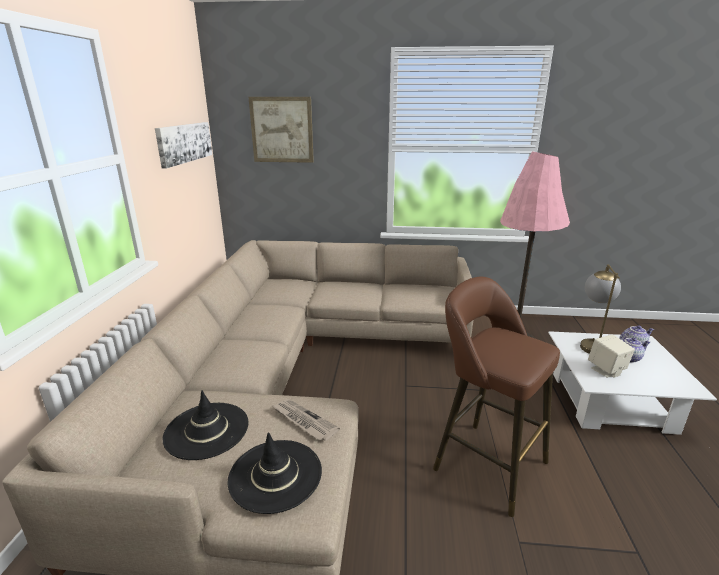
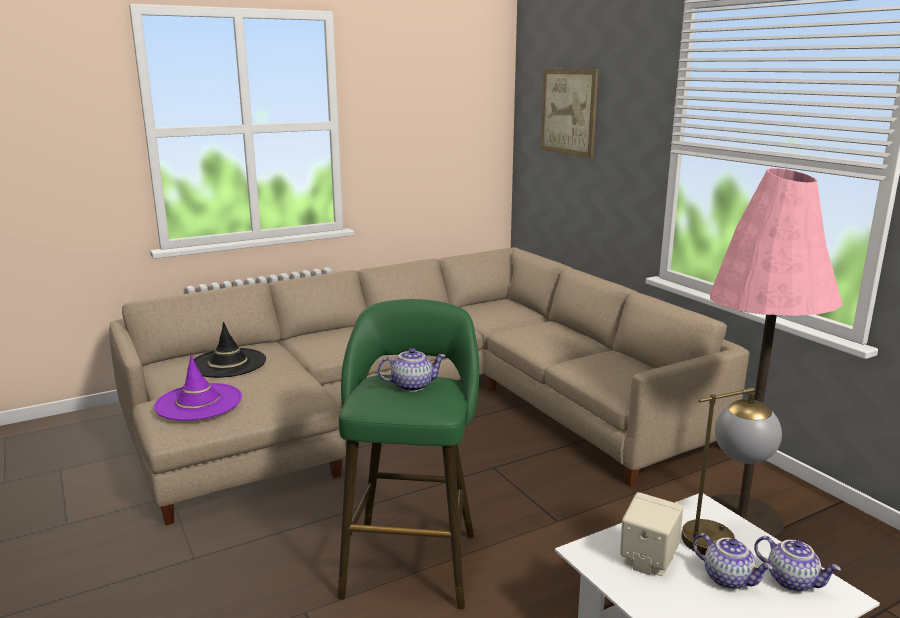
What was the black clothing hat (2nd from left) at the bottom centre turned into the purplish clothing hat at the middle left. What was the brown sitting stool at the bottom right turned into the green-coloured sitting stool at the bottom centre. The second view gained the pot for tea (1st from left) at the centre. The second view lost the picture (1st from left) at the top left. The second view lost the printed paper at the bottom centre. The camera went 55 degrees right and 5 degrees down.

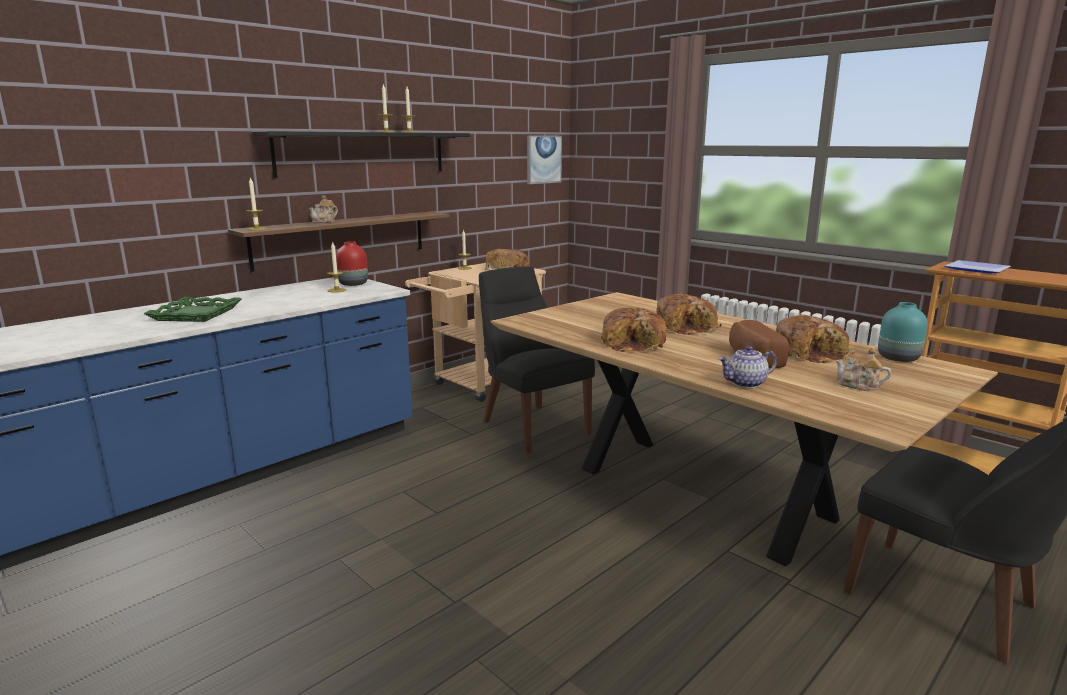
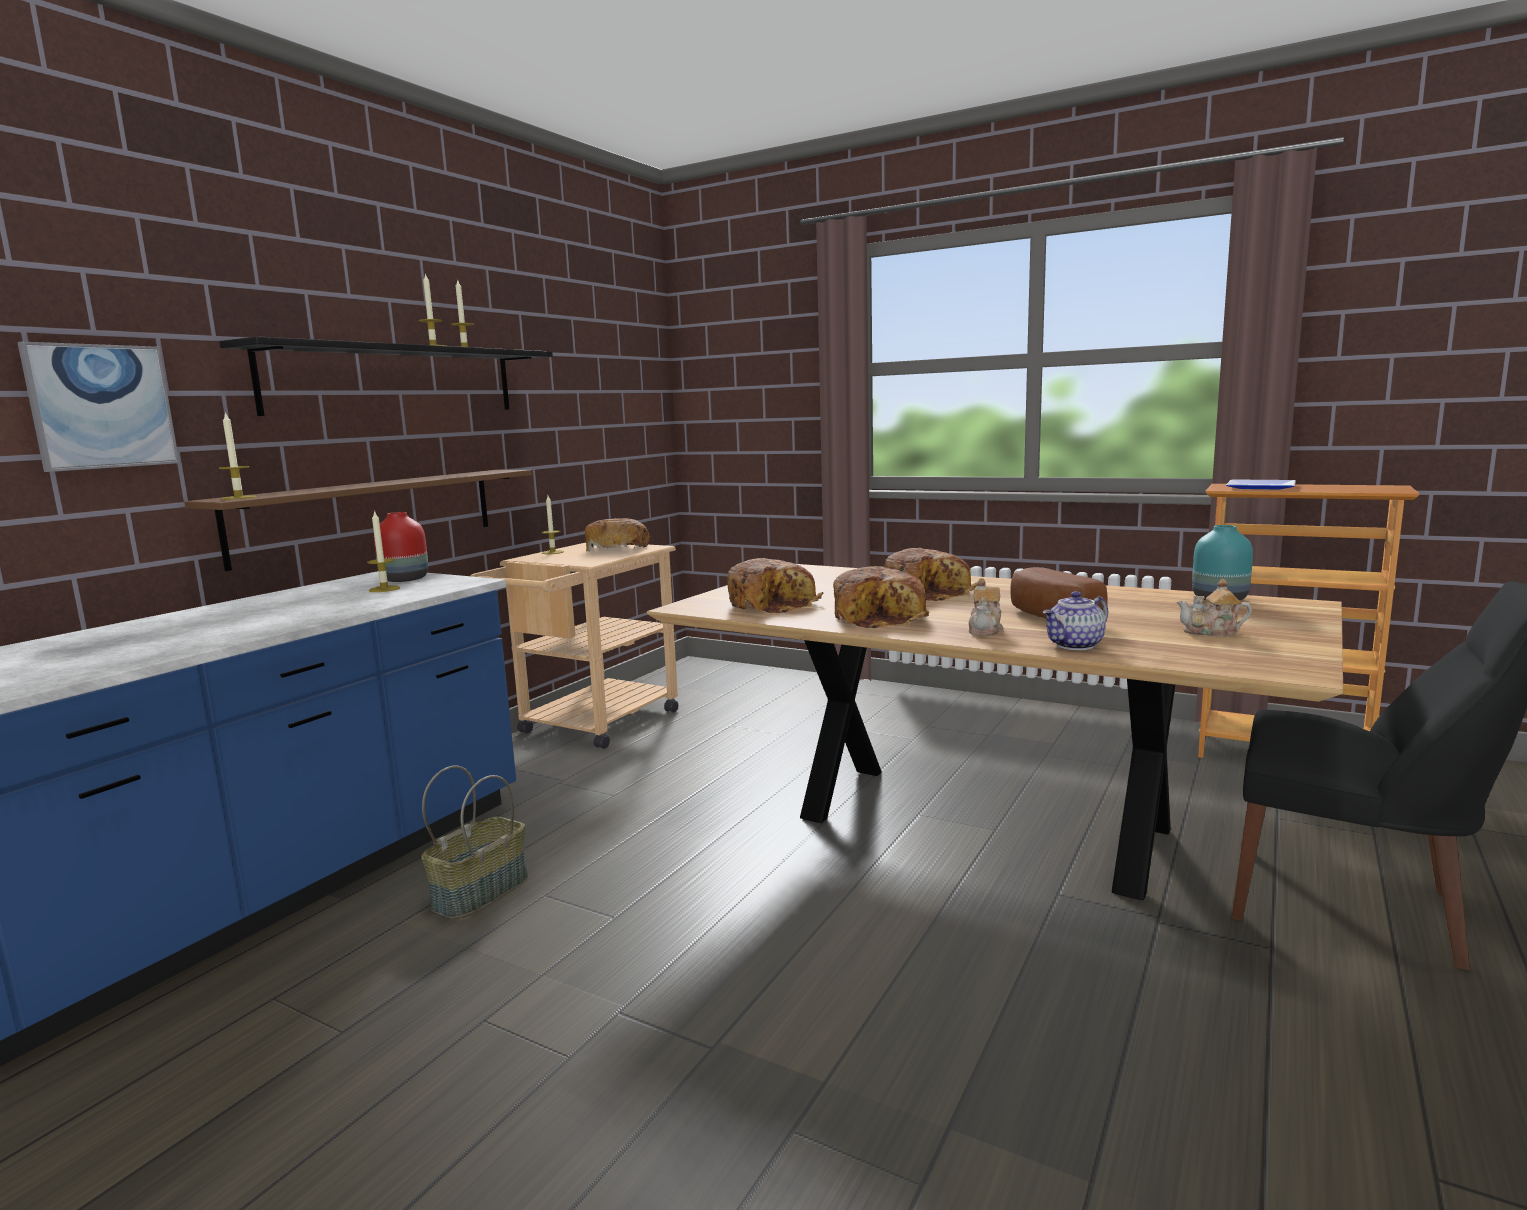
The picture ended up elsewhere, having gone from the top centre to the middle left. The second view gained the storage basket at the bottom left. The baked bread (5th from left in the first image) ended up elsewhere, having gone from the middle right to the centre. The pot for tea (1st from left) ended up elsewhere, having gone from the top left to the centre. The second view lost the green-coloured tray at the middle left. The second view lost the black chair (1st from left) at the centre. The camera went 15 degrees left and 5 degrees down.

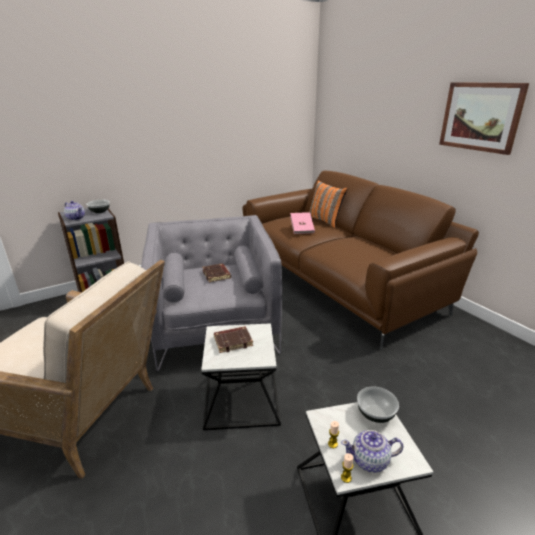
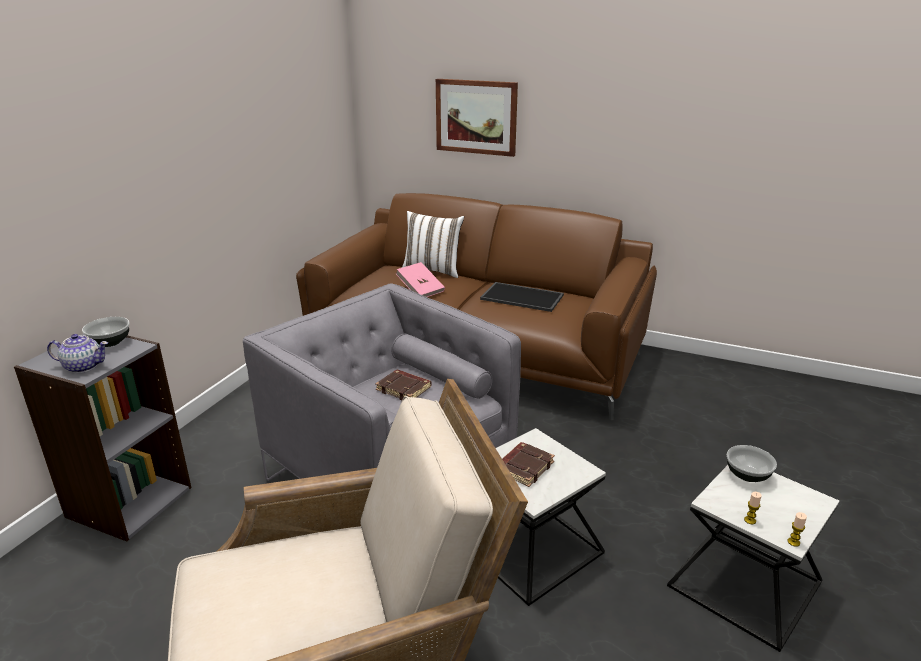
What was the orange-coloured pillow at the centre turned into the white-coloured pillow at the centre. The picture ended up elsewhere, having gone from the top right to the top centre. The second view gained the tray at the centre. The second view lost the pot for tea (2nd from left) at the bottom right. The camera went 35 degrees left and 0 degrees up.

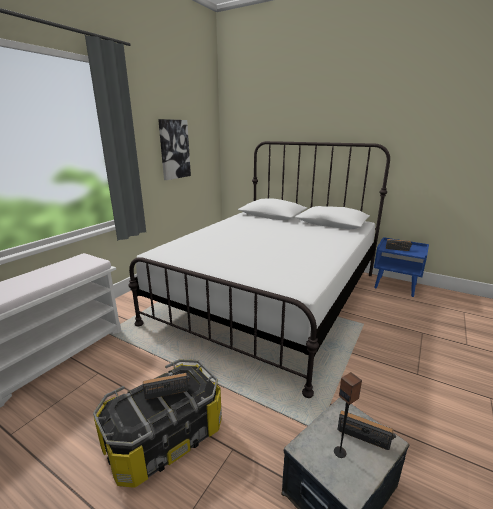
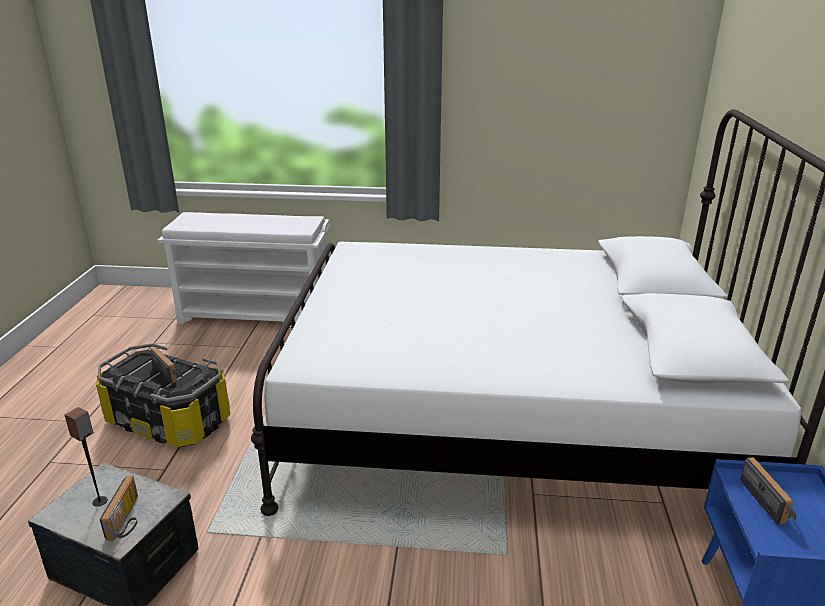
The second view lost the picture at the top centre. The camera went 65 degrees right and 5 degrees up.

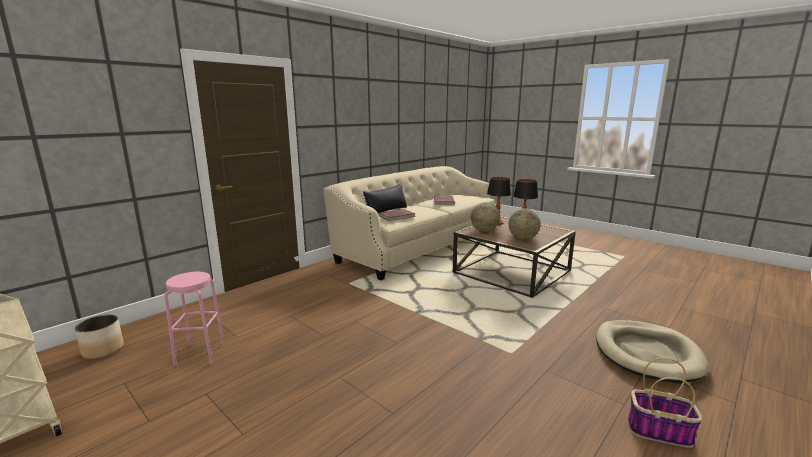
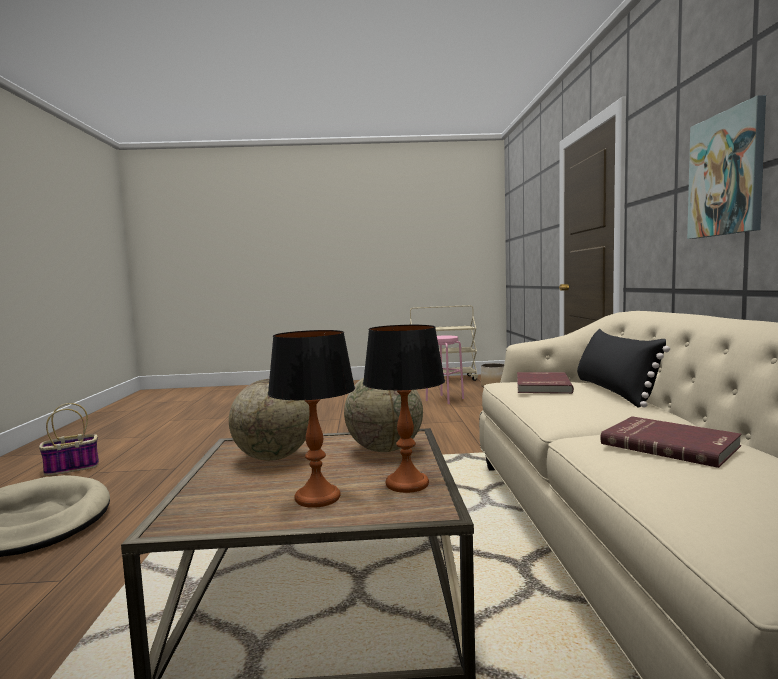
The second view gained the picture at the top right. The camera went 135 degrees right and 10 degrees down.

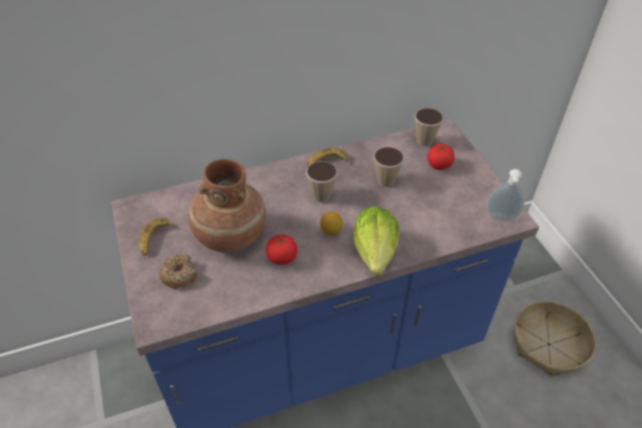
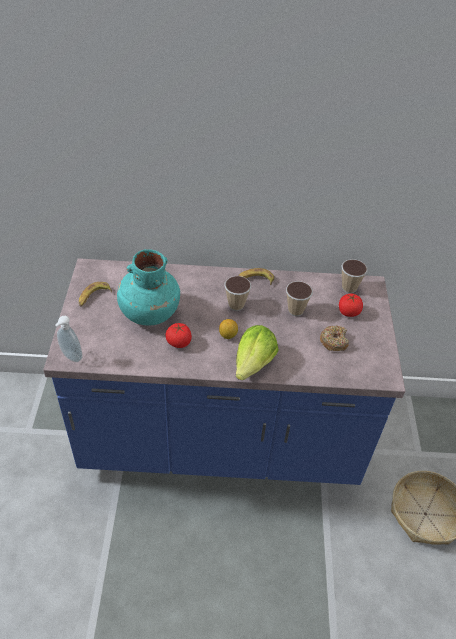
The liquid soap bottle ended up elsewhere, having gone from the middle right to the middle left. What was the brown vase at the centre turned into the turquoise vase at the middle left. The doughnut ended up elsewhere, having gone from the middle left to the middle right. The camera went 20 degrees right and 0 degrees up.

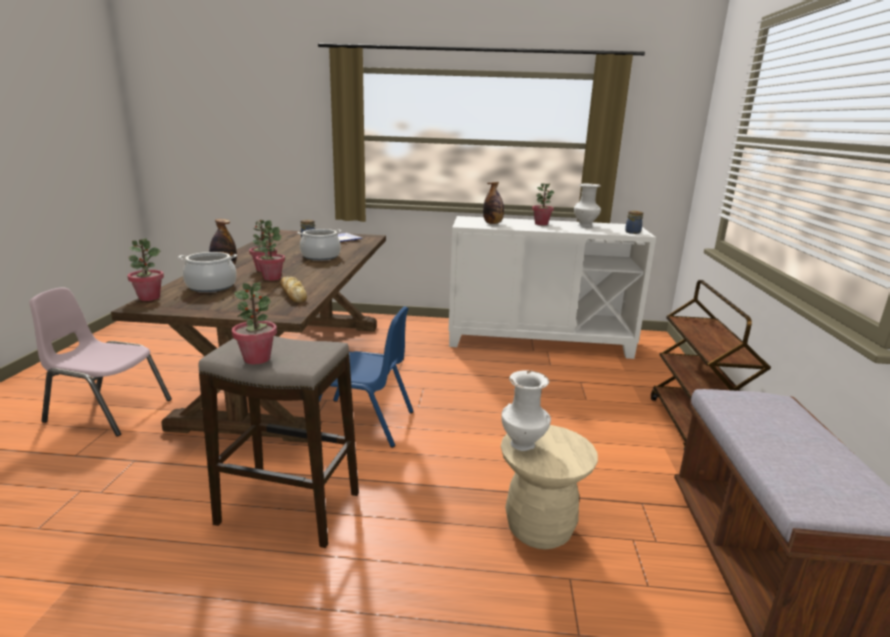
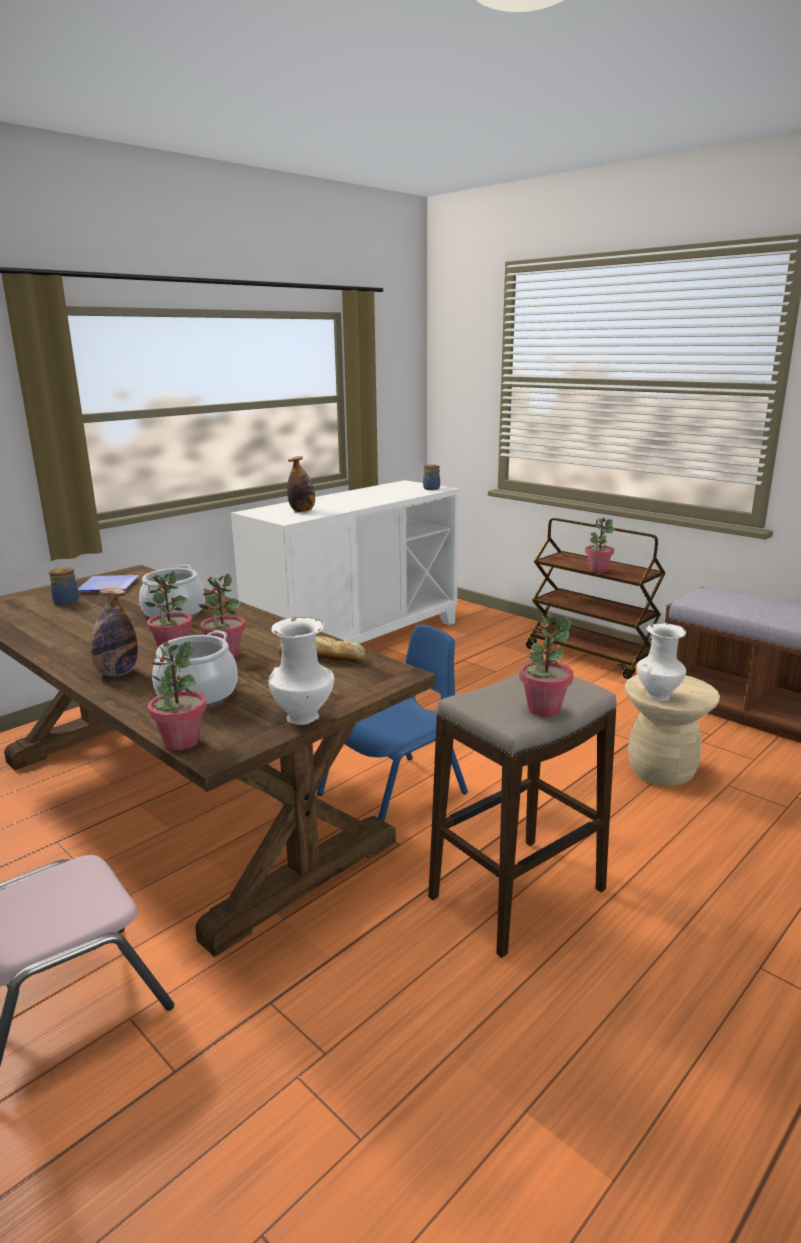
The white-coloured vase (2nd from left in the first image) ended up elsewhere, having gone from the top centre to the centre. The houseplant (5th from left) ended up elsewhere, having gone from the top centre to the middle right. The camera went 50 degrees left and 0 degrees up.

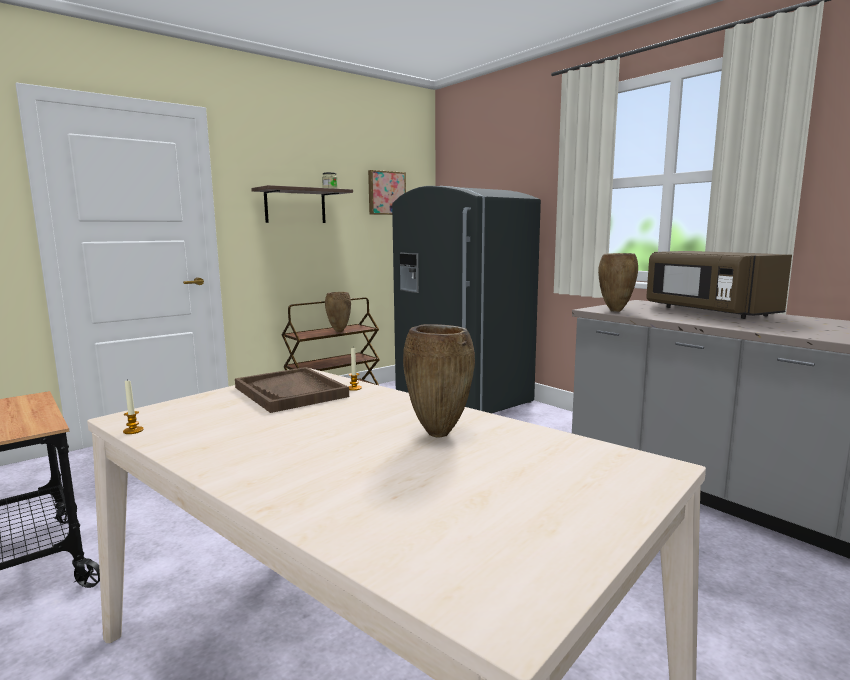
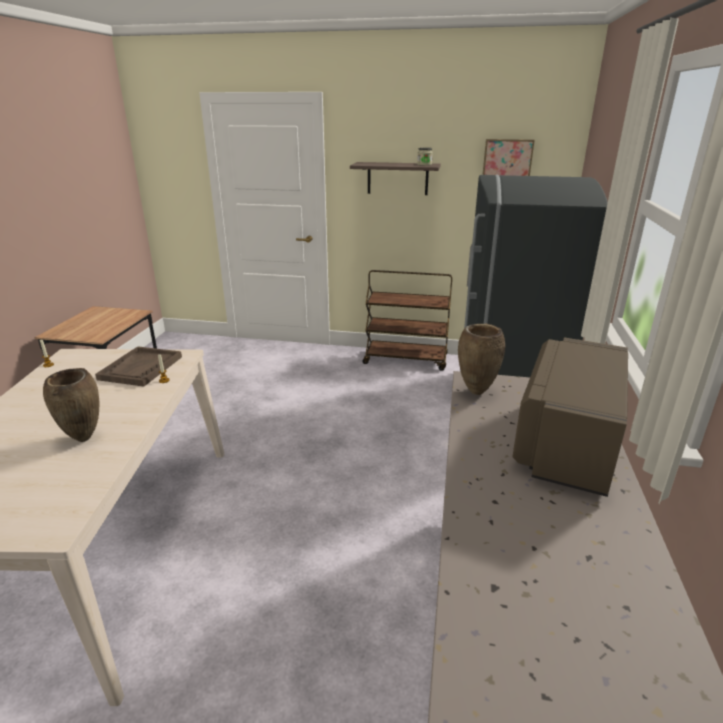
The second view lost the brown vase (1st from left) at the centre. The camera went 50 degrees right and 15 degrees up.

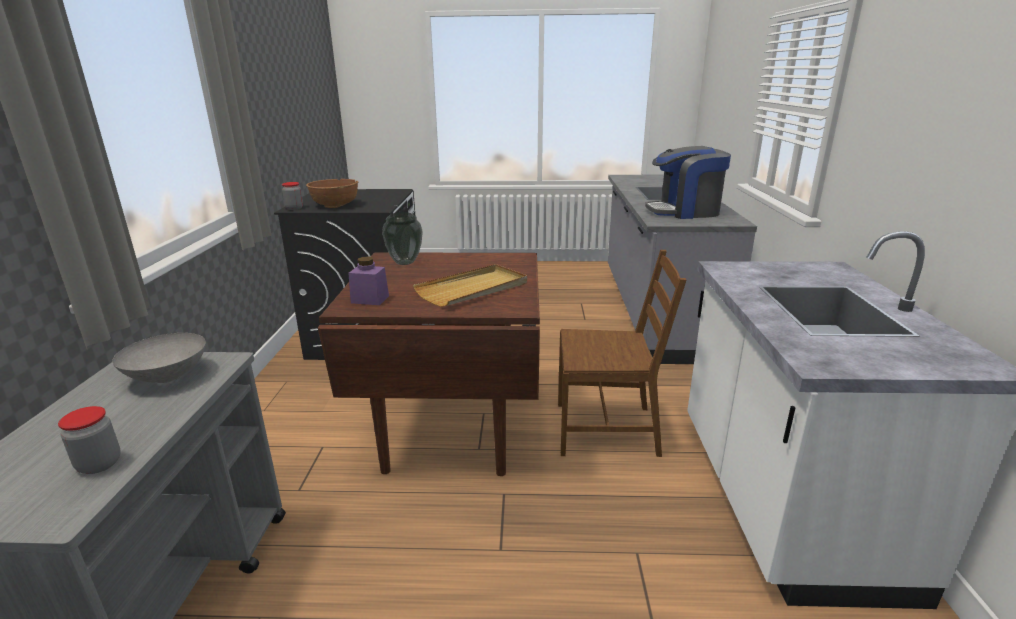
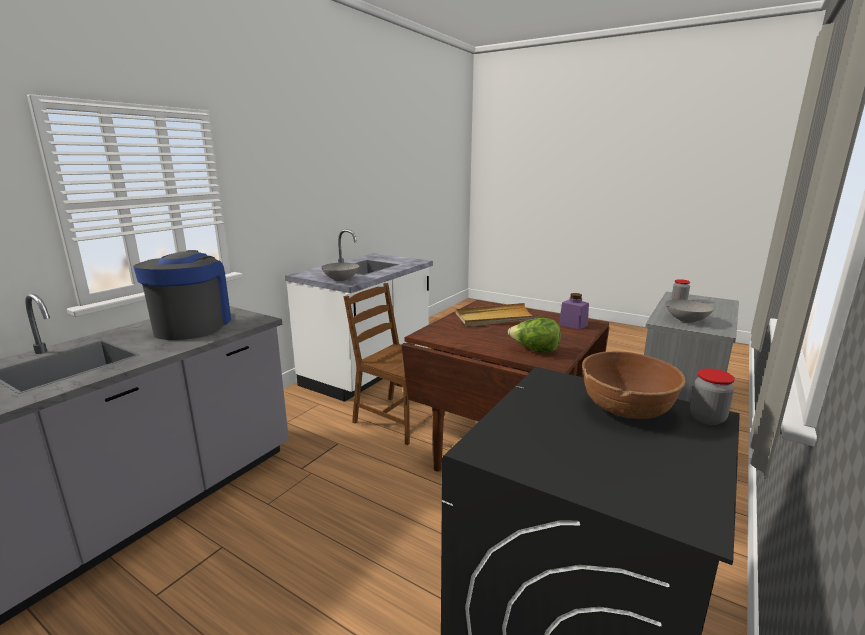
The coffee maker at the top right ended up facing another way, 120 degrees counterclockwise from before. The second view gained the grey bowl (1st from left) at the centre. Where the vase stood at the centre, the lettuce head came to stand at the centre. The camera went 150 degrees left and 5 degrees down.

